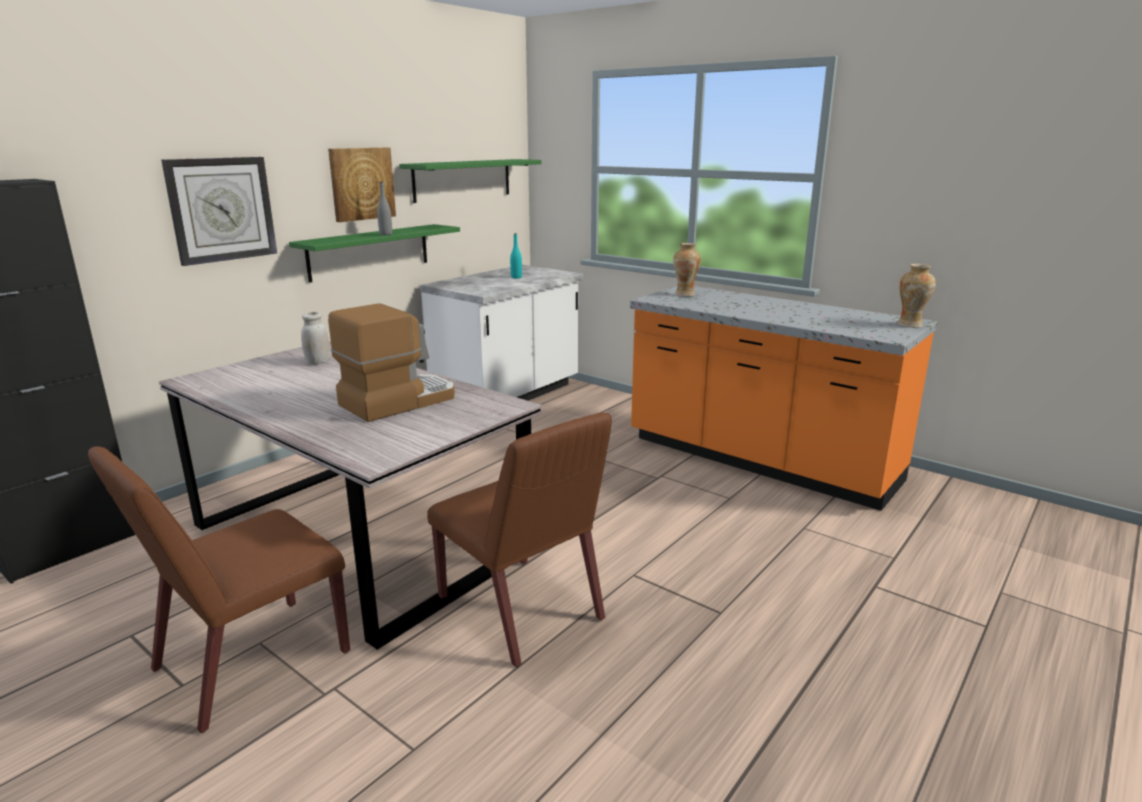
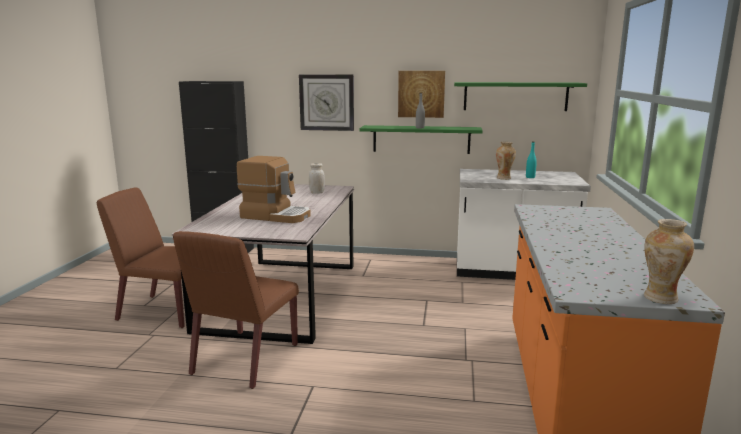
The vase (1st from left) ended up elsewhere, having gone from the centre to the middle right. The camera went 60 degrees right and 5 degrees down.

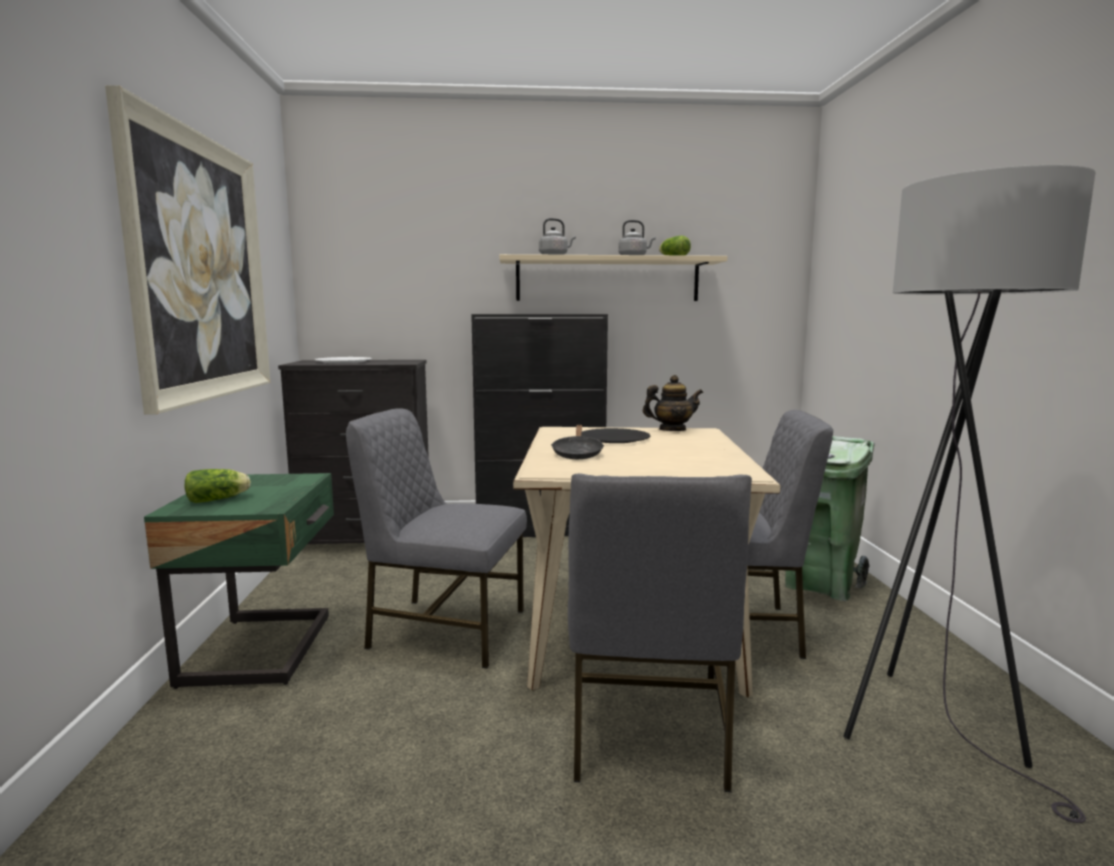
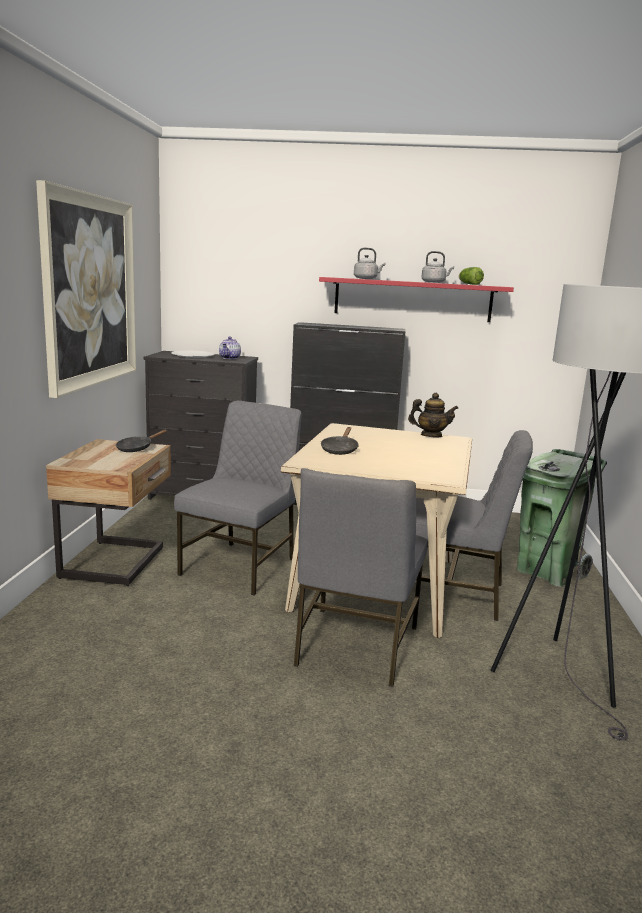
What was the green-coloured night table at the bottom left turned into the sand-coloured night table at the middle left. The second view gained the black skillet (1st from left) at the middle left. The grey chair (1st from left) at the centre ended up facing another way, 90 degrees clockwise from before. The second view gained the pot for tea (1st from left) at the centre. What was the sand-coloured shelf at the top centre turned into the reddish shelf at the top centre. The second view lost the lettuce head (1st from left) at the middle left. The second view lost the black plate at the centre. The camera went 10 degrees right and 5 degrees up.

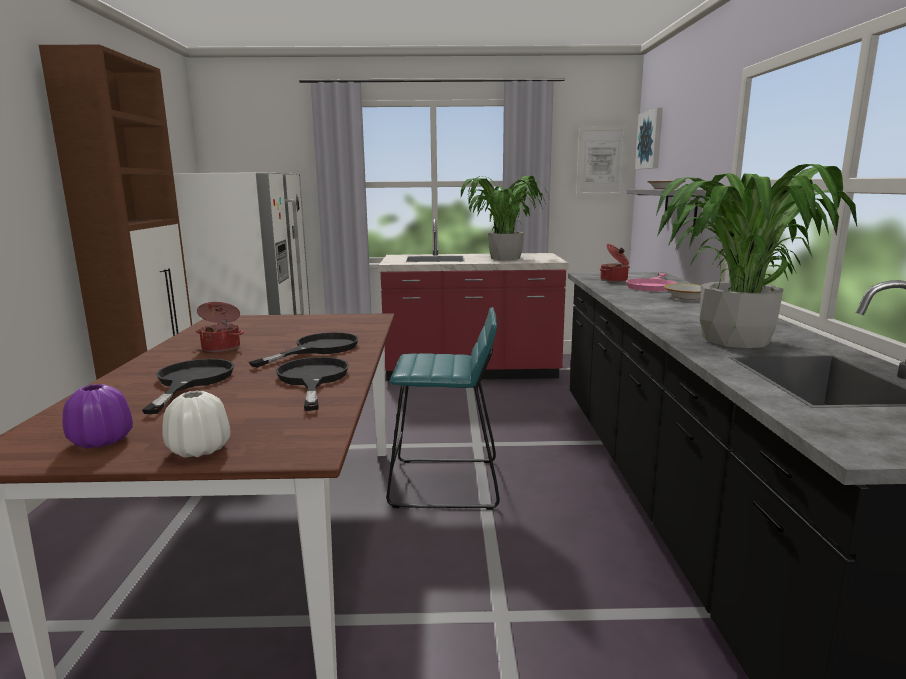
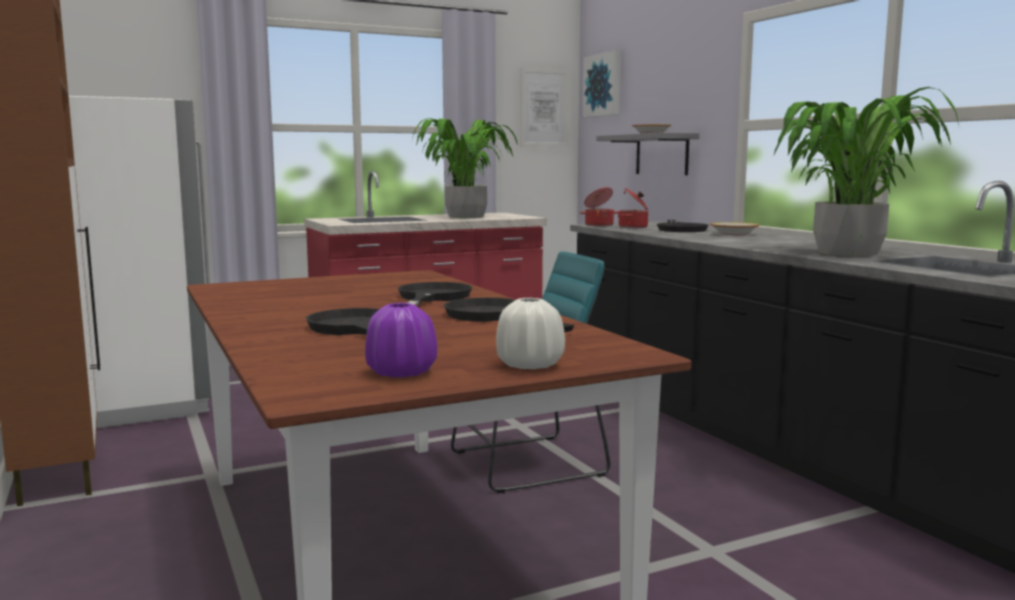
The saucepot (1st from left) ended up elsewhere, having gone from the middle left to the centre. What was the pink skillet at the middle right turned into the black skillet (4th from left) at the middle right. The camera went 25 degrees left and 5 degrees down.

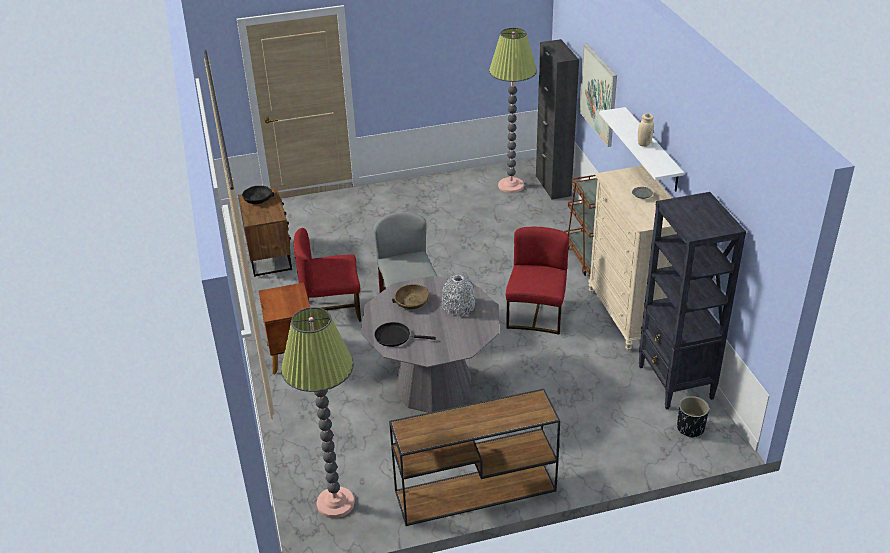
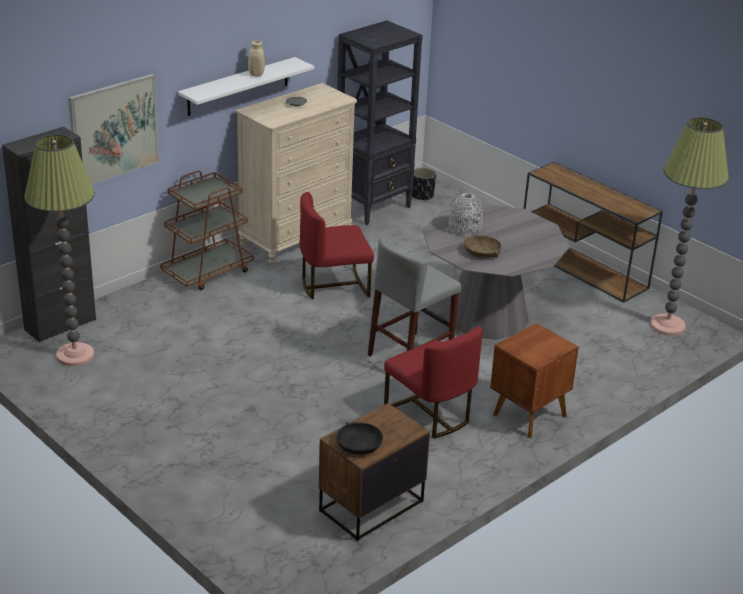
The second view lost the black skillet at the centre. The camera went 120 degrees left and 5 degrees down.

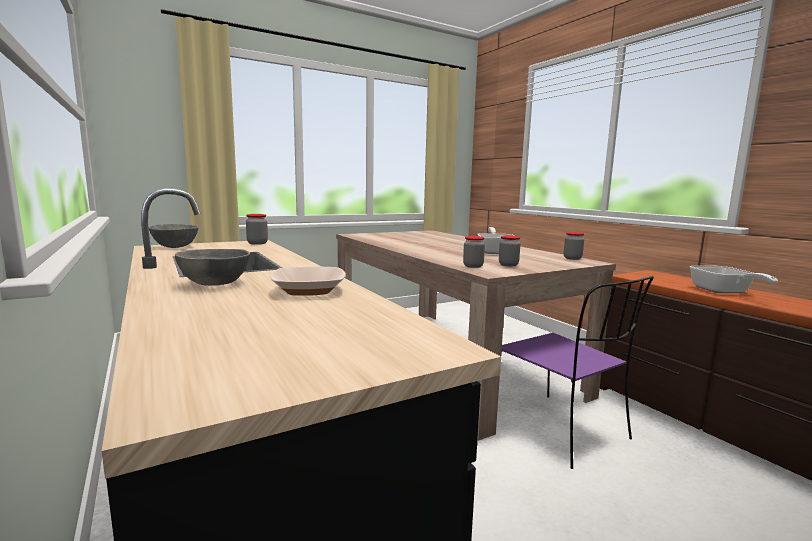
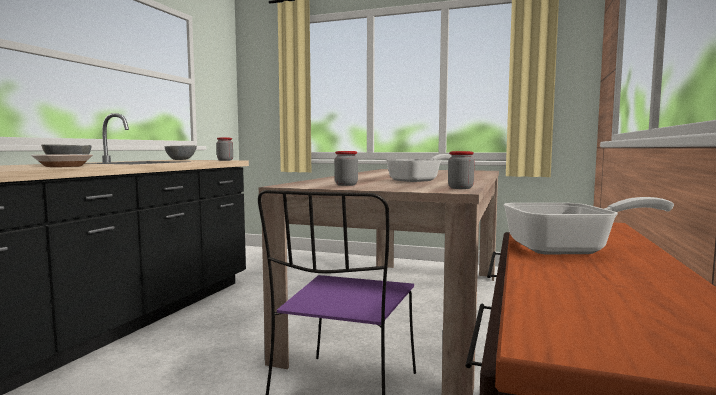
The skillet (2nd from left) at the middle right ended up facing another way, 135 degrees counterclockwise from before. The second view lost the preserve jar (2nd from left) at the centre. The camera went 50 degrees right and 5 degrees down.

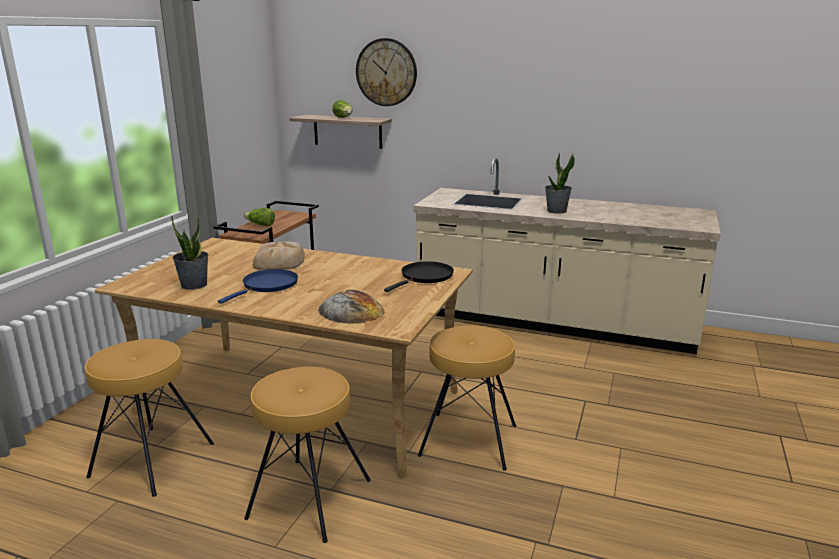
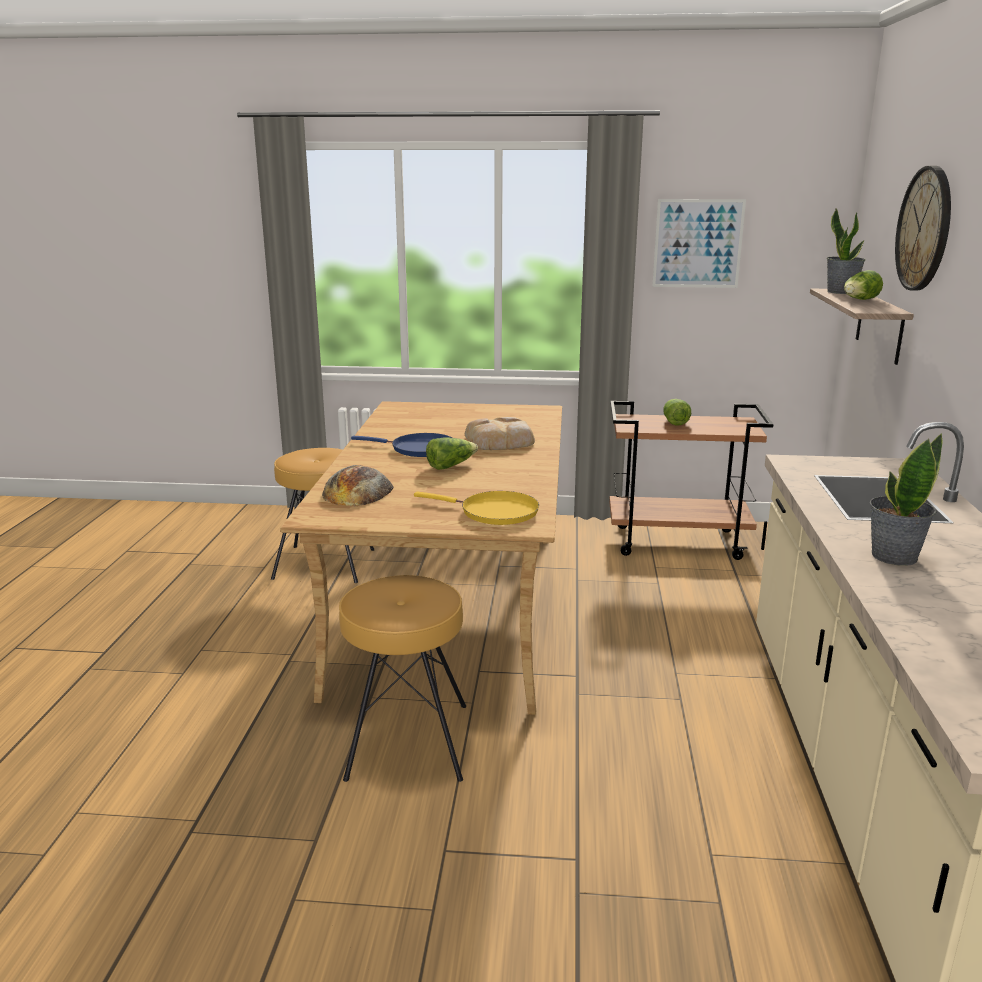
What was the black skillet at the centre turned into the yellow-coloured skillet at the centre. The second view gained the lettuce head (1st from left) at the centre. The second view gained the picture at the top right. The houseplant (1st from left) ended up elsewhere, having gone from the middle left to the top right. The second view lost the brown sitting stool (2nd from left) at the bottom centre. The camera went 75 degrees right and 0 degrees up.

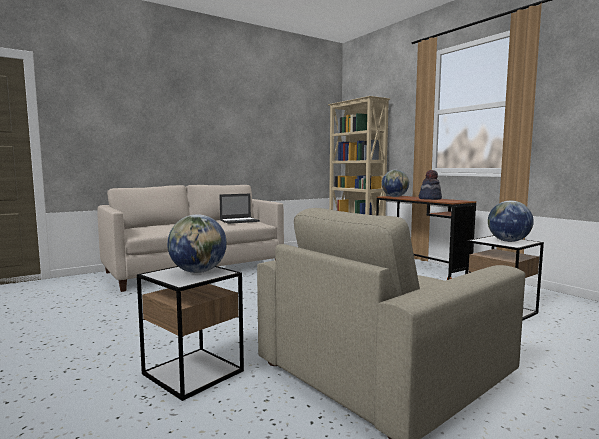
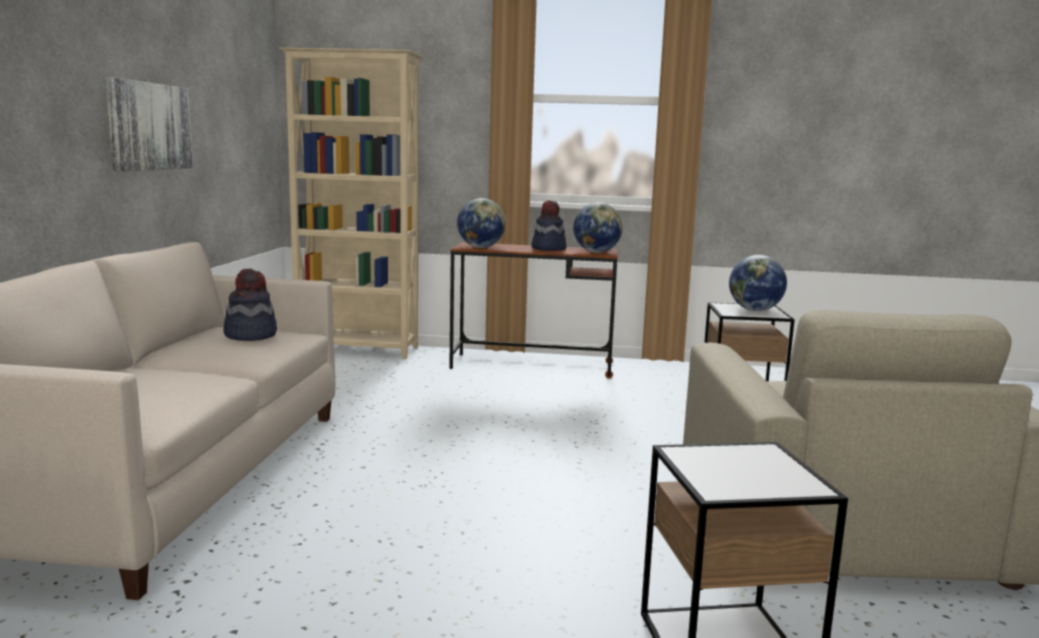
The second view gained the picture at the top left. Where the portable computer stood at the centre, the clothing hat (1st from left) came to stand at the middle left. The world globe (1st from left in the first image) ended up elsewhere, having gone from the middle left to the centre. The camera went 50 degrees left and 5 degrees up.

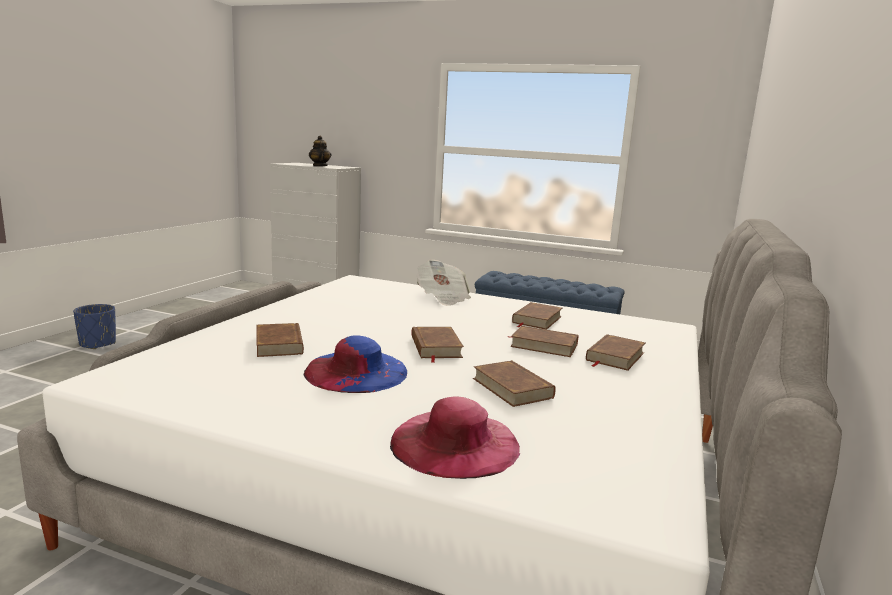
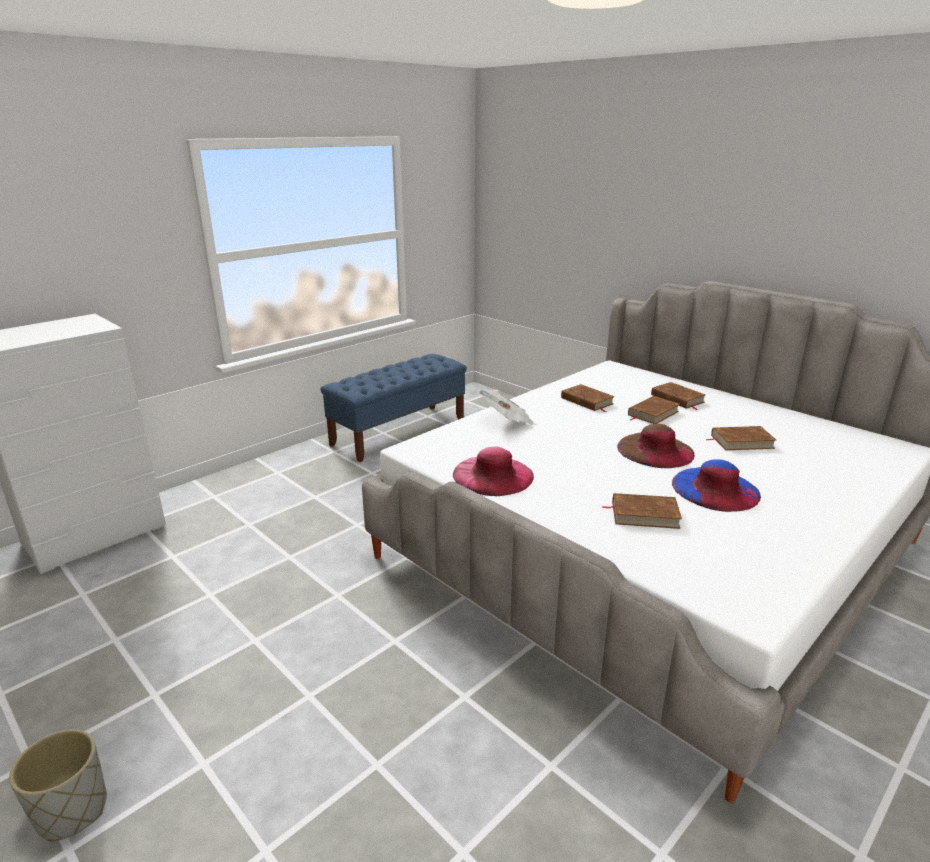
What was the blue planter at the middle left turned into the grey planter at the bottom left. The pink clothing hat ended up elsewhere, having gone from the bottom centre to the centre. Where the brown book (2nd from left) stood at the centre, the brown clothing hat came to stand at the middle right. The second view lost the pot for tea at the top centre. The camera went 65 degrees left and 10 degrees up.

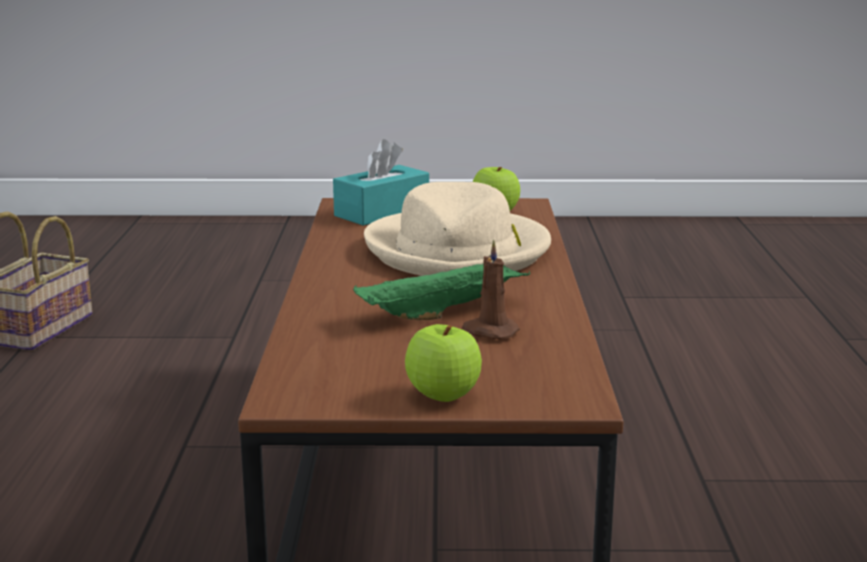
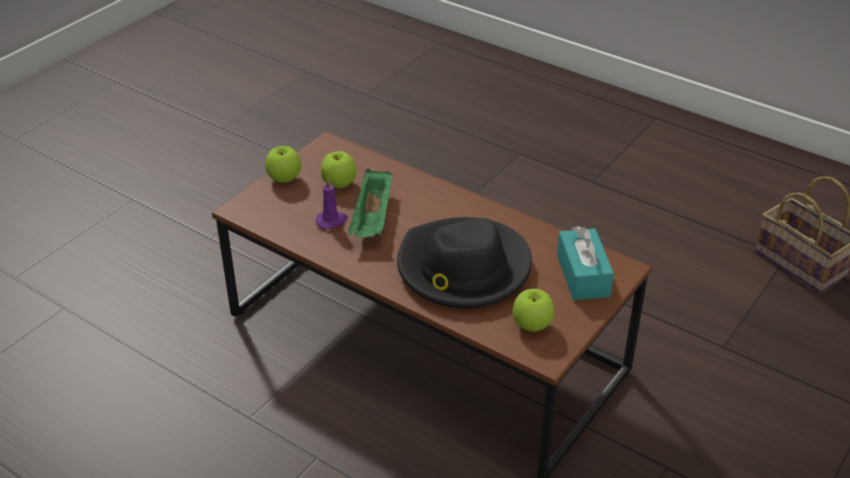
What was the brown wax candle at the centre turned into the purplish wax candle at the centre. The second view gained the apple (2nd from left) at the centre. What was the sand-coloured clothing hat at the centre turned into the black clothing hat at the centre. The camera went 125 degrees right and 20 degrees up.

